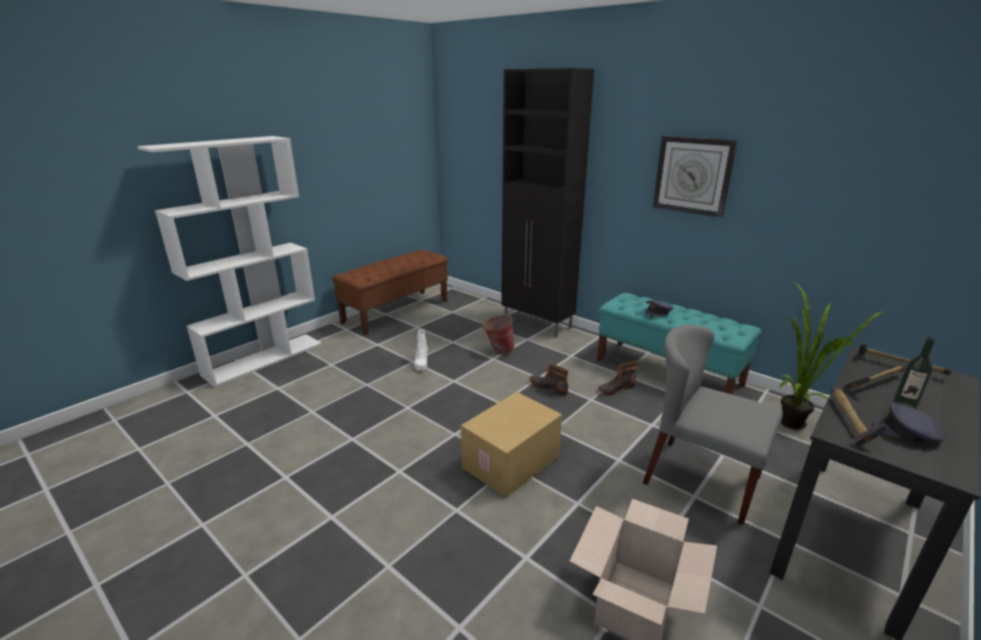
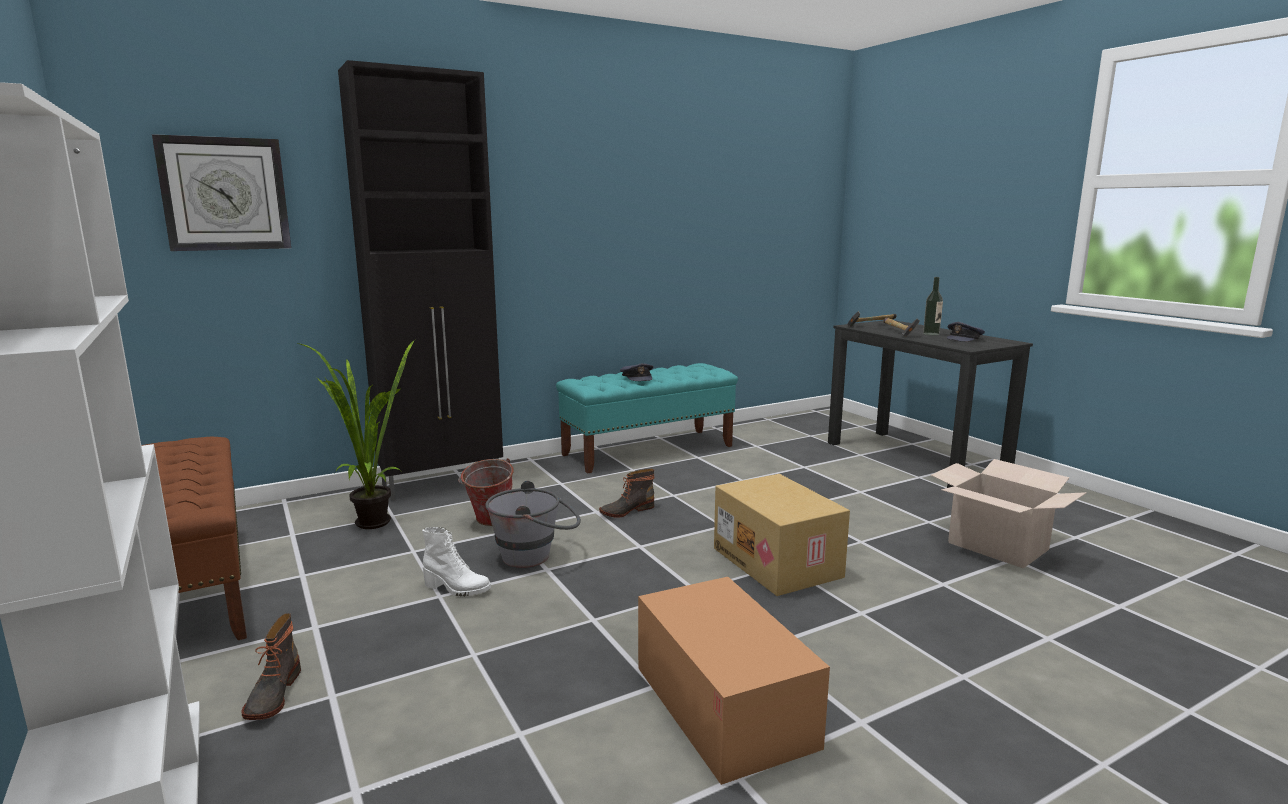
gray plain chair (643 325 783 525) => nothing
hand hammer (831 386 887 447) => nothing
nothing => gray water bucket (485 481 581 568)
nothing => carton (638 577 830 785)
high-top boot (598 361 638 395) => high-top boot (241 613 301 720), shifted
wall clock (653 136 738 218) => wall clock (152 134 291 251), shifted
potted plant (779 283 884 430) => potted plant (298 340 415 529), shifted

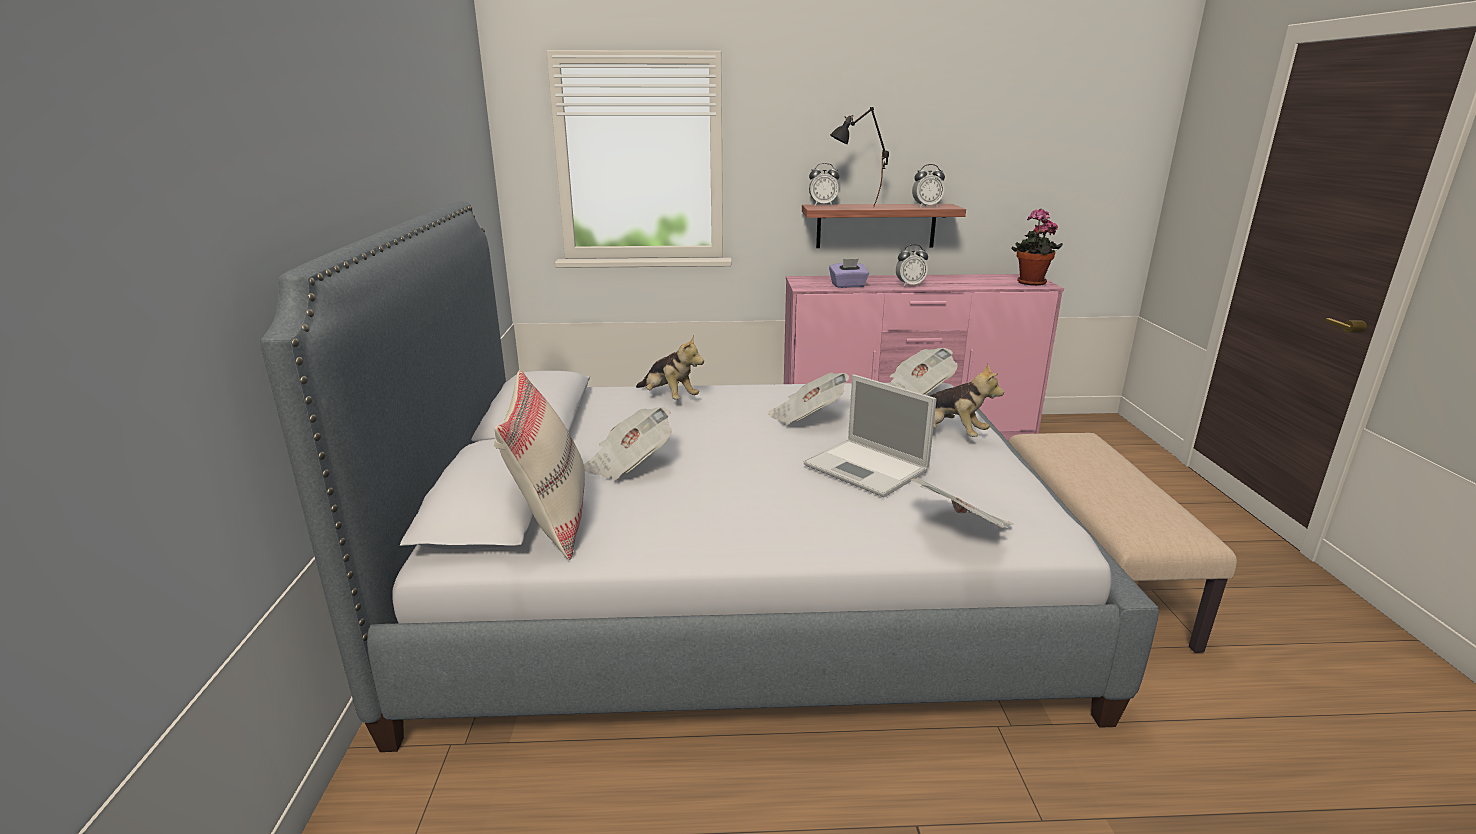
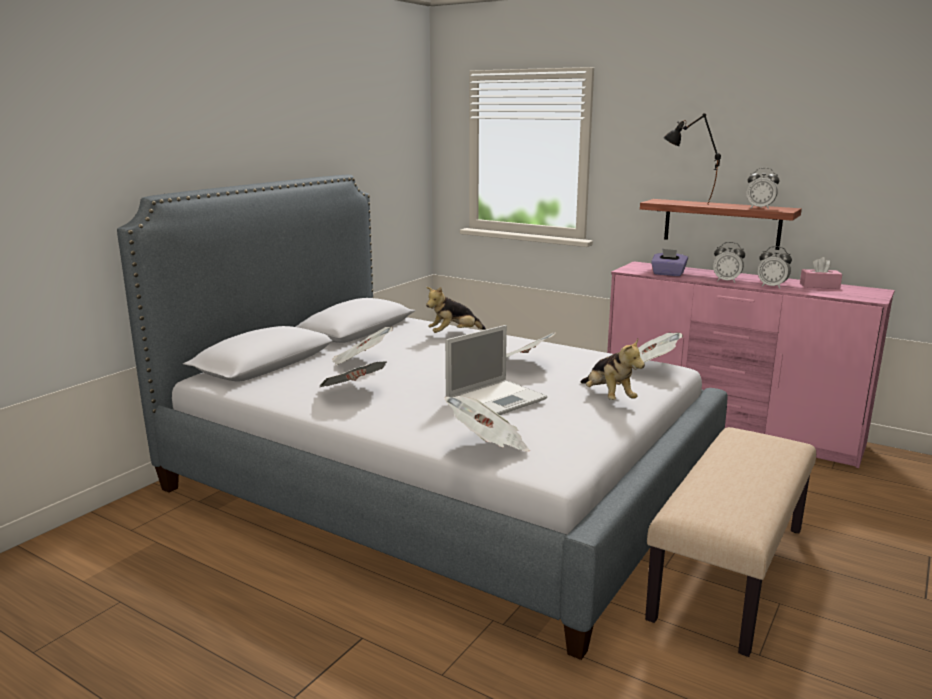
beige-coloured throw pillow (494 370 585 560) => nothing
potted plant (1012 209 1063 286) => nothing
nothing => daily paper (320 361 387 387)
nothing => pink box of tissues (800 257 842 289)
alarm clock (809 163 840 206) => alarm clock (758 246 792 289), shifted
cuddly toy (636 335 704 399) => cuddly toy (426 287 486 333), 75 degrees clockwise
notebook computer (804 374 937 497) => notebook computer (445 325 547 415), 120 degrees counterclockwise

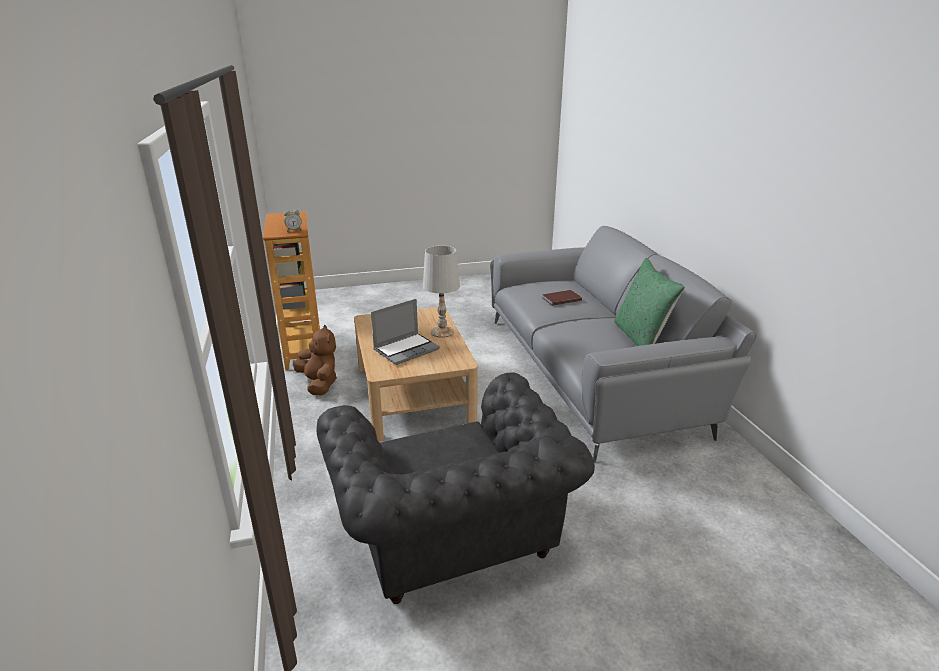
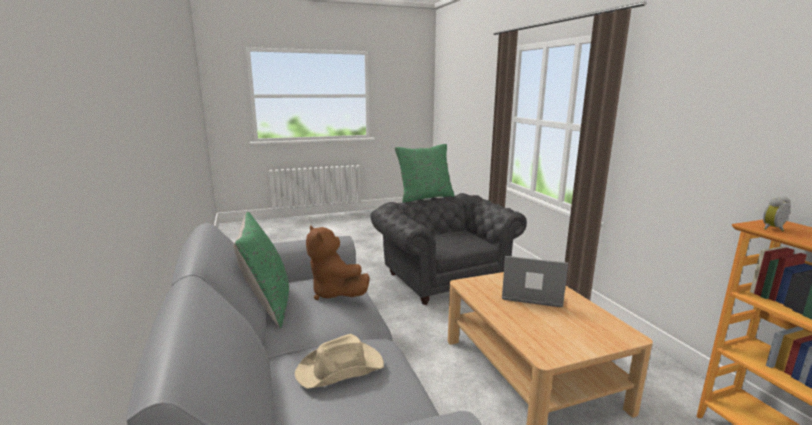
white-coloured lamp for a table (423 246 460 338) => nothing
nothing => green-coloured throw pillow (395 144 455 203)
brownish cuddly toy (293 325 337 396) => brownish cuddly toy (306 225 370 300), shifted
brownish bound book (542 290 582 306) => beige-coloured wearable hat (295 334 384 389)
notebook computer (371 299 440 365) => notebook computer (502 256 568 307), 60 degrees clockwise

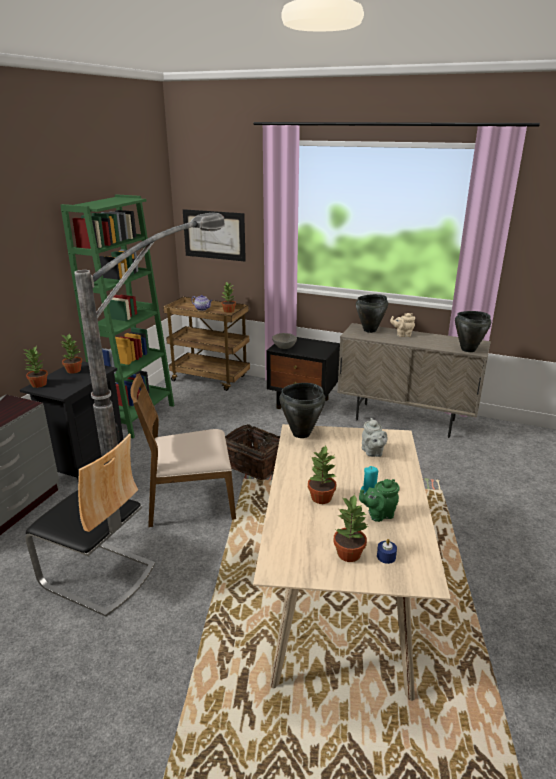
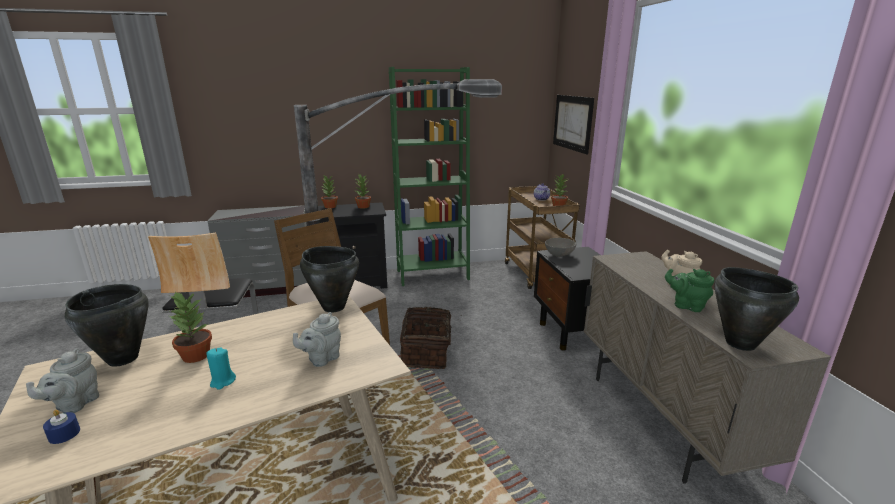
black-coloured cooking pot (356 294 388 333) => black-coloured cooking pot (65 284 149 367), shifted
green-coloured teapot (359 479 400 522) => green-coloured teapot (665 269 714 312), shifted
potted plant (334 494 368 562) => gray teapot (26 348 99 413)

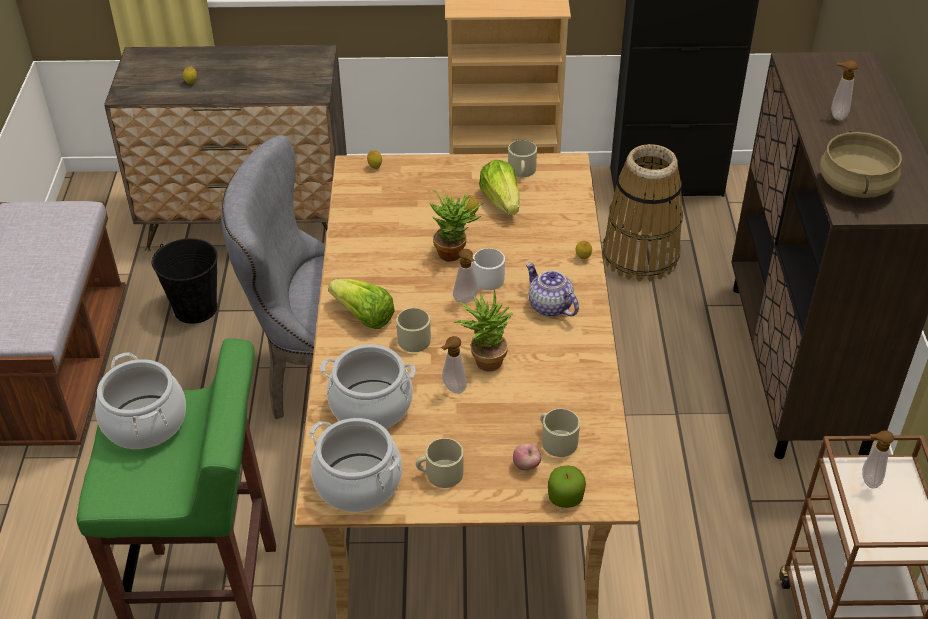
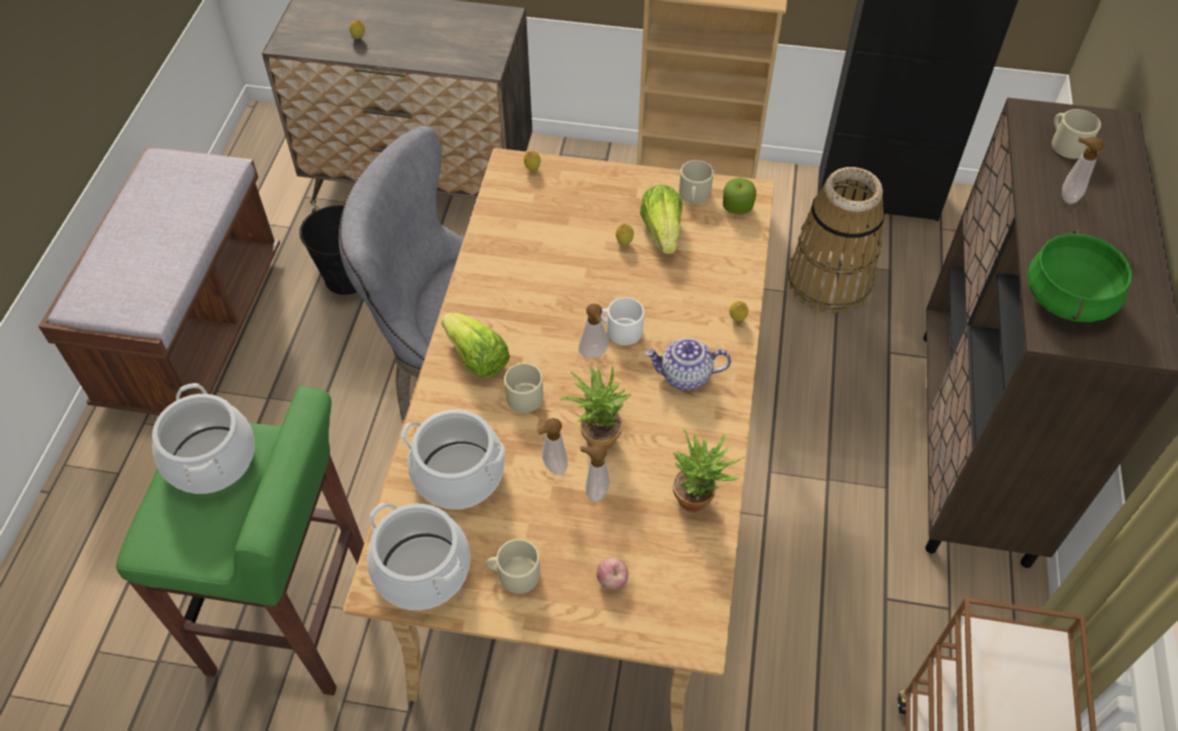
potted plant (429 189 484 262) => potted plant (673 428 745 512), shifted
beige-coloured mug (541 408 580 457) => beige-coloured mug (1052 109 1101 159), shifted
whole apple (548 466 586 508) => whole apple (723 178 756 214), shifted
soap bottle (862 430 894 489) => soap bottle (580 445 609 502), shifted
beige-coloured cooking pot (820 130 902 198) => green-coloured cooking pot (1027 230 1132 322)
teapot (526 263 579 317) => teapot (645 338 731 390), 60 degrees counterclockwise

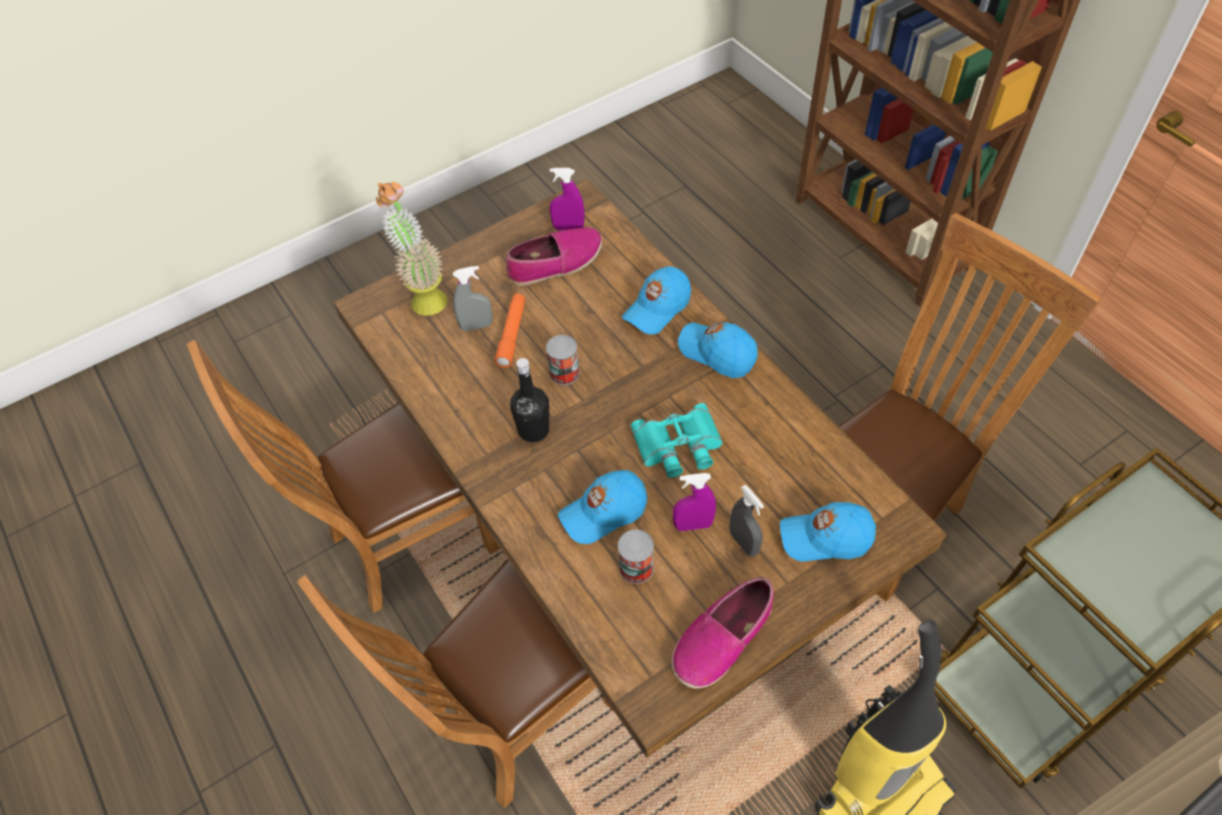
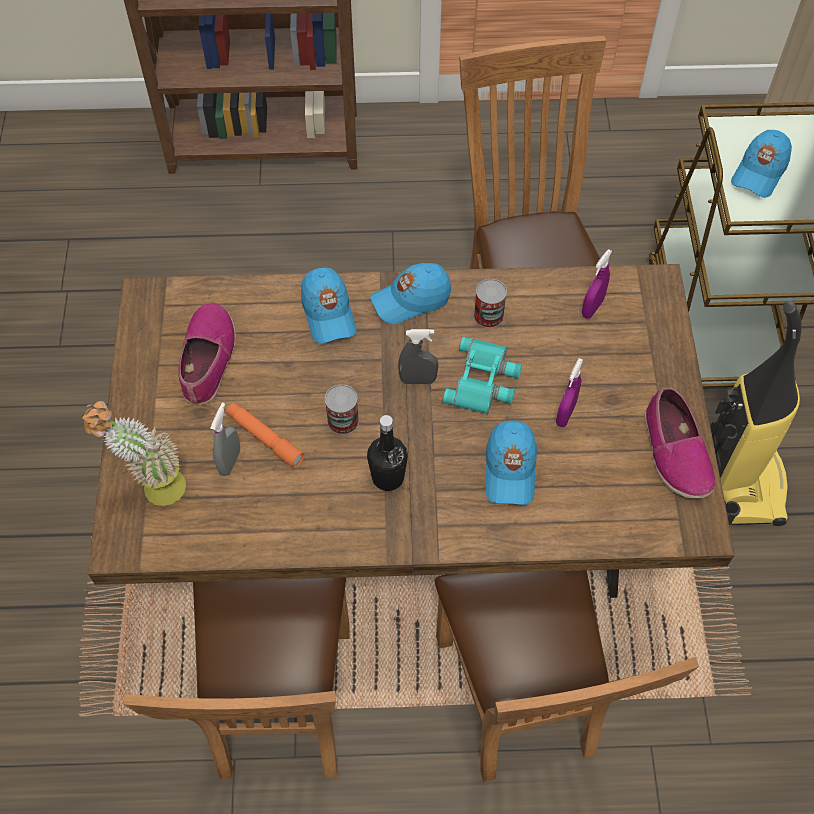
purple-coloured sprayer (550 168 585 230) => purple-coloured sprayer (582 249 612 319), shifted
can (618 530 654 584) => can (474 279 507 328), shifted
gray sprayer (730 485 764 557) => gray sprayer (398 329 438 384), shifted
bluish baseball cap (780 502 876 562) => bluish baseball cap (731 130 792 198), shifted

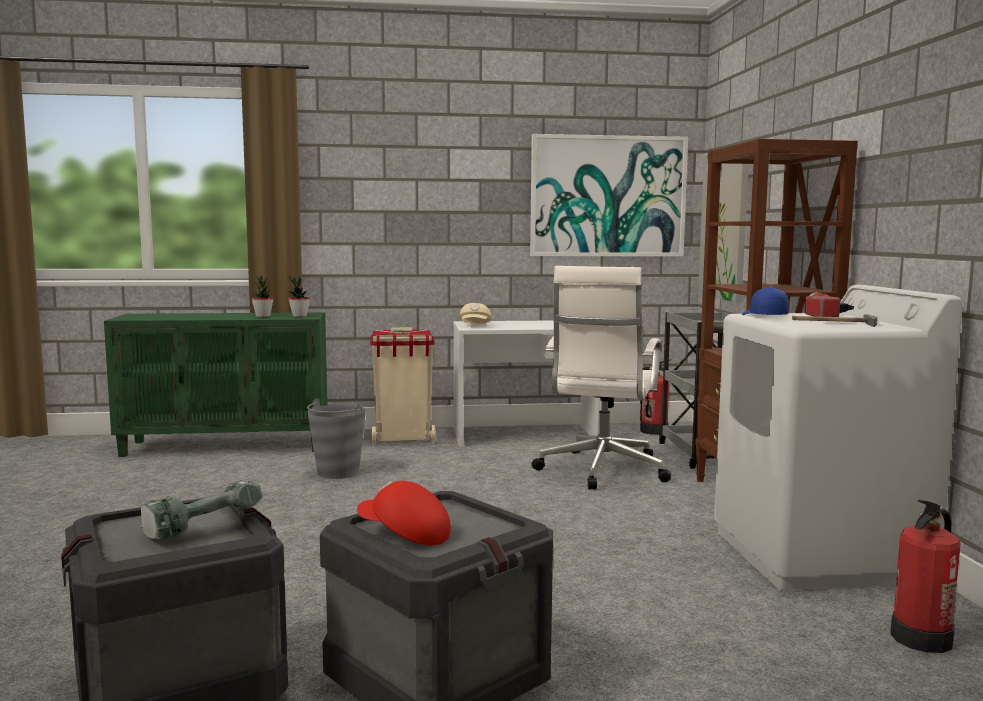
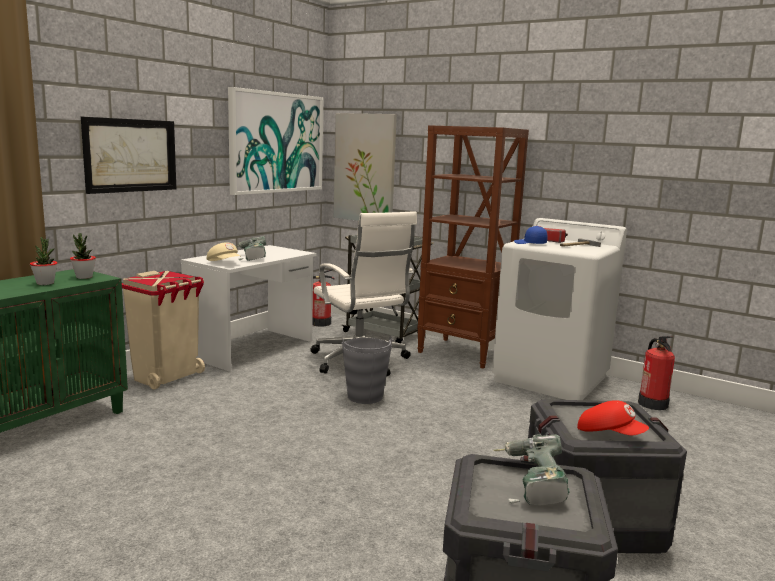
nothing => wall art (81 117 176 194)
nothing => power drill (236 236 266 261)
gray water bucket (307 398 366 479) => gray water bucket (341 336 394 404), shifted
reddish baseball cap (357 481 451 545) => reddish baseball cap (577 400 649 435), 120 degrees counterclockwise

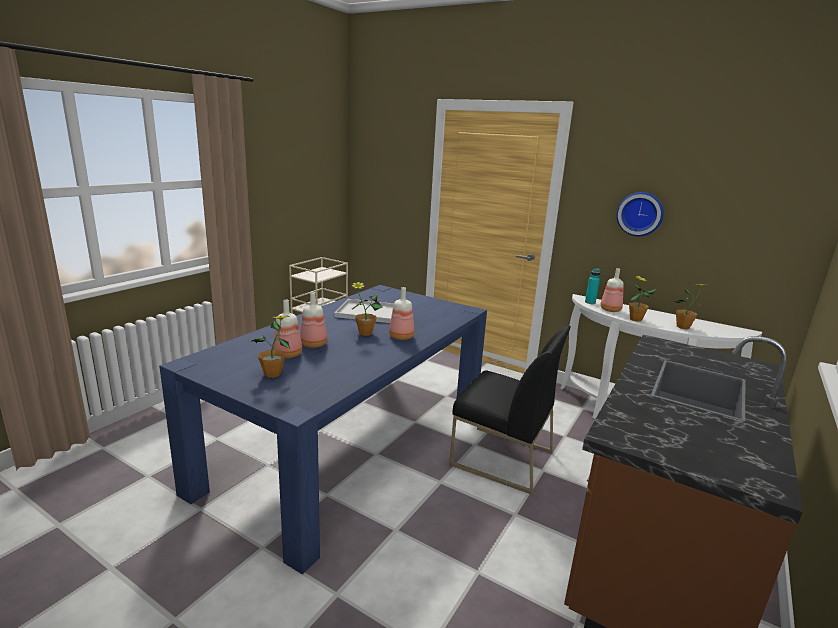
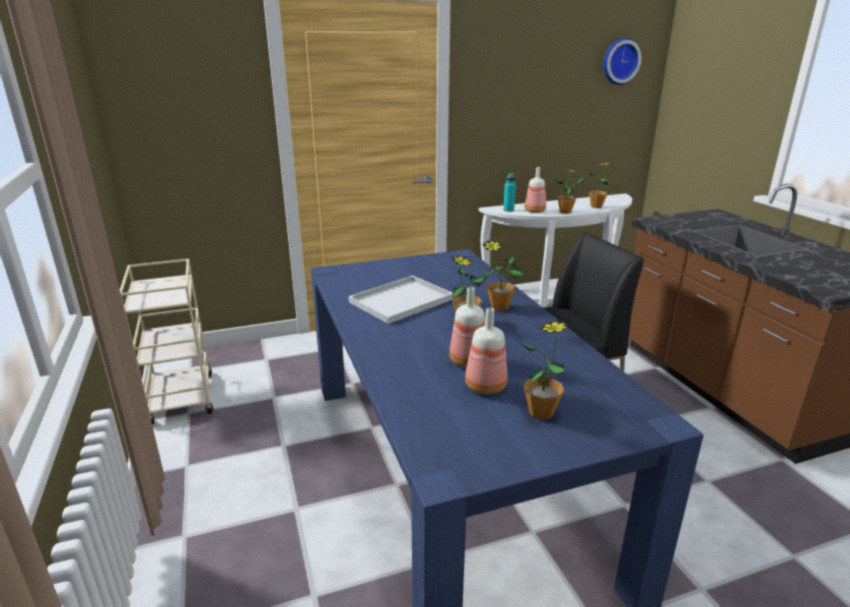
wall clock (616 192 664 236) => wall clock (603 38 642 85), shifted
bottle (389 287 414 340) => potted plant (482 241 524 311)

